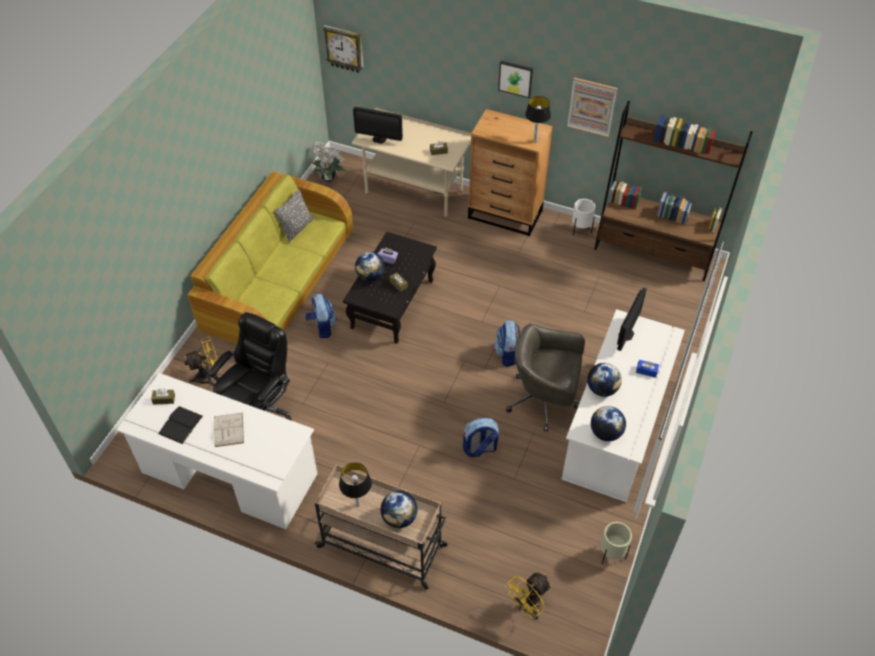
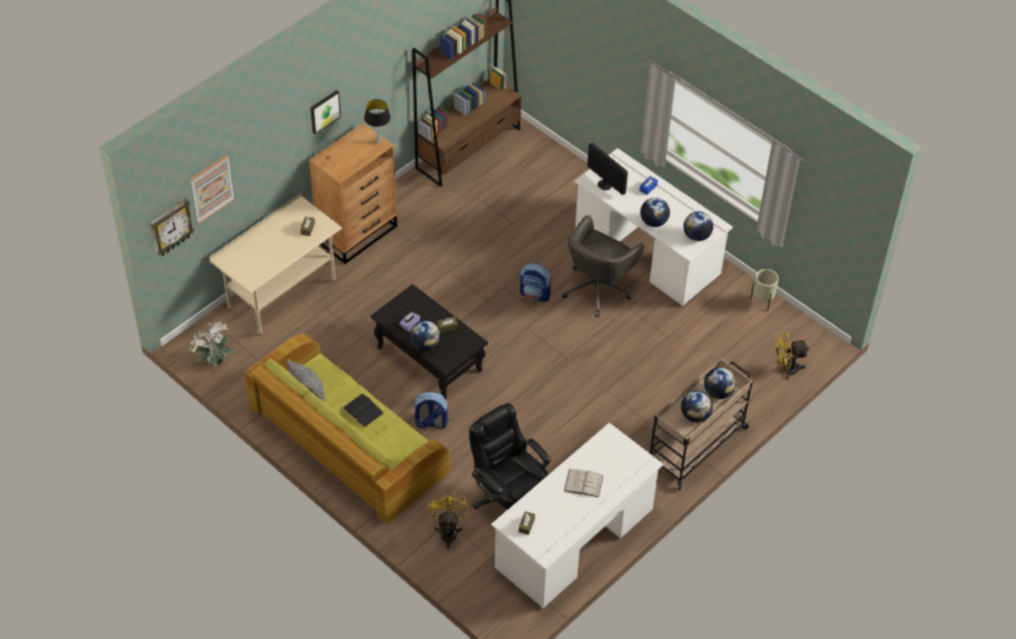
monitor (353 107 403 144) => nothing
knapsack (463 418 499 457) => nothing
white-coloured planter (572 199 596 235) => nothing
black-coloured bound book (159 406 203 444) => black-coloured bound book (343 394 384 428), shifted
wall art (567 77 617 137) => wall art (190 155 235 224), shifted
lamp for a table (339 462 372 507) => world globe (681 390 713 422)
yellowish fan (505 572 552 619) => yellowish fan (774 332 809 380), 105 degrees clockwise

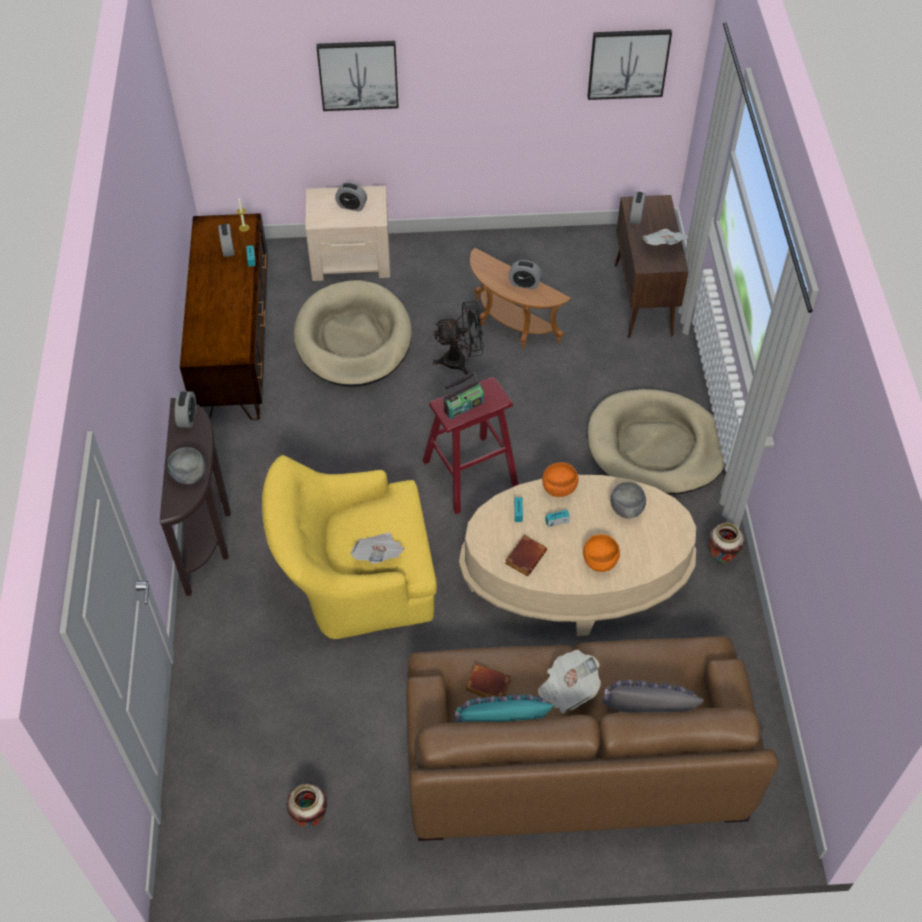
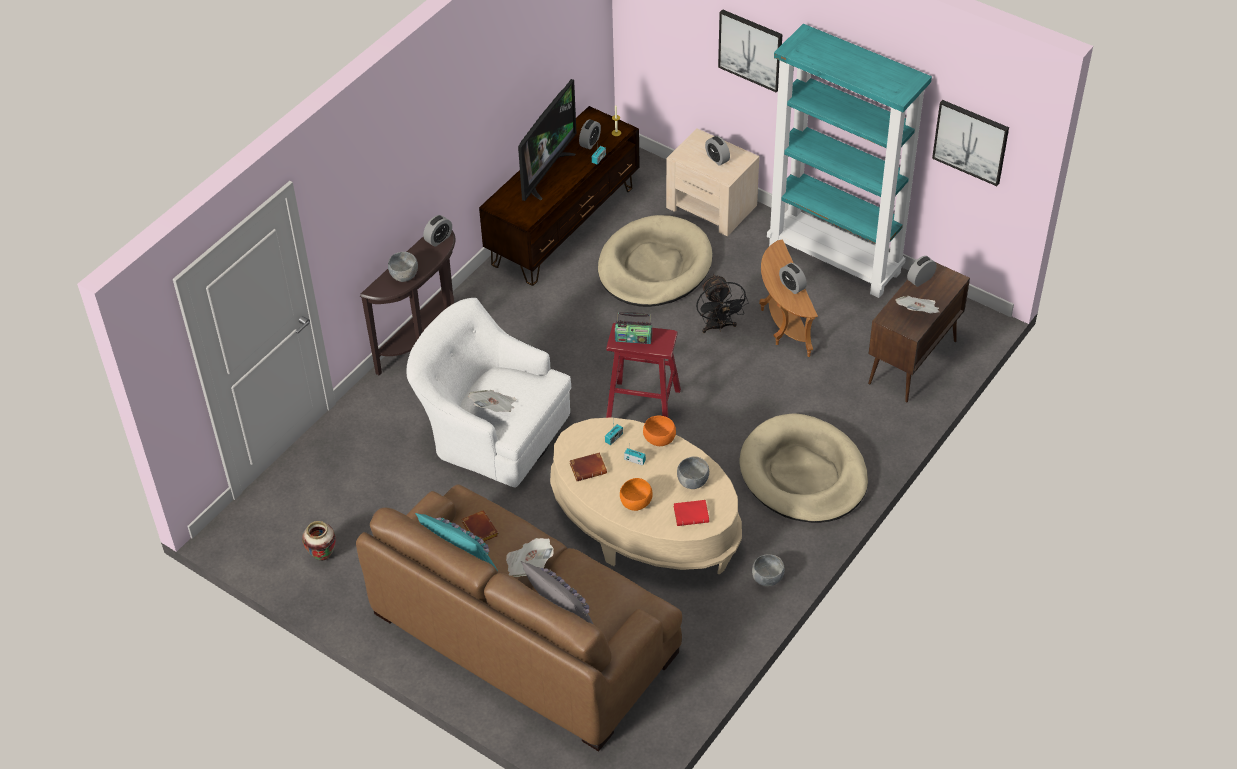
nothing => TV (518 79 577 201)
nothing => reddish bound book (674 500 709 526)
nothing => turquoise-coloured shelving unit (767 24 932 298)
vase (708 522 744 564) => gray deep dish (752 554 785 586)
yellowish easy chair (262 455 437 639) => white-coloured easy chair (406 298 571 488)
black-coloured fan (433 301 484 375) => black-coloured fan (696 274 749 333), 45 degrees clockwise

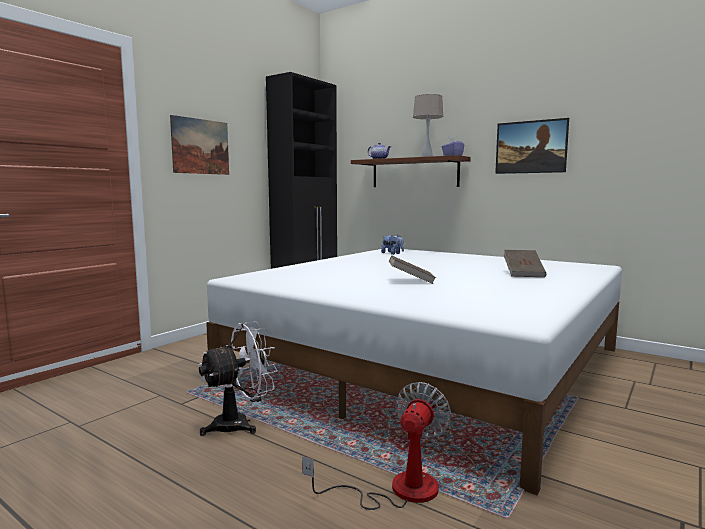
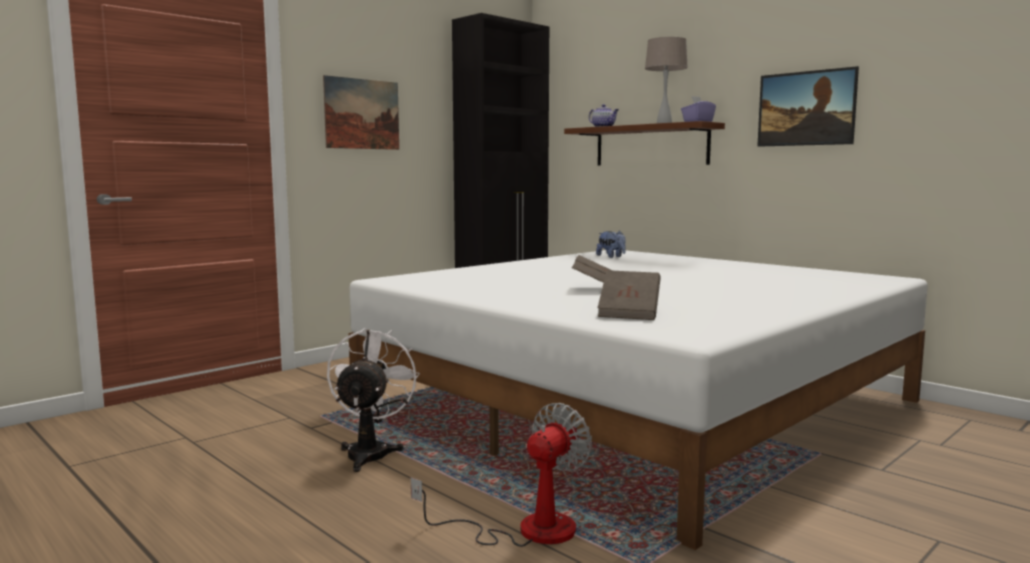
brownish bound book (504 250 546 277) => brownish bound book (598 270 661 320), shifted
white-coloured fan (199 321 278 436) => white-coloured fan (327 328 420 472), 60 degrees counterclockwise

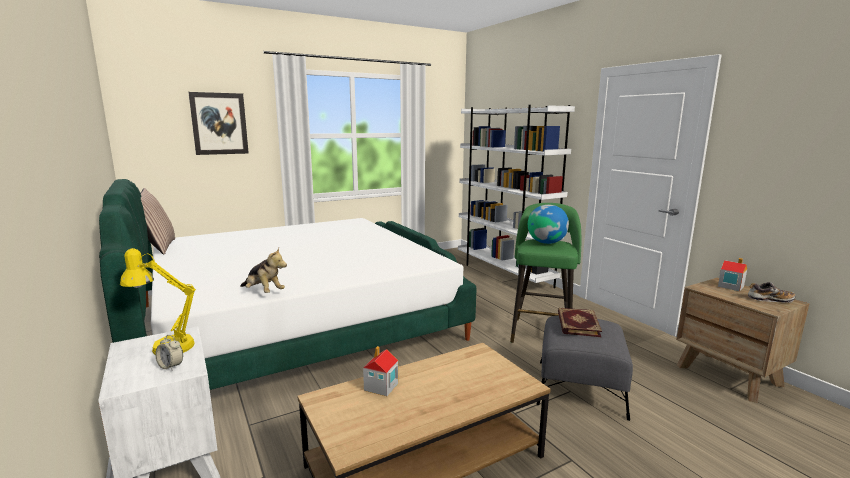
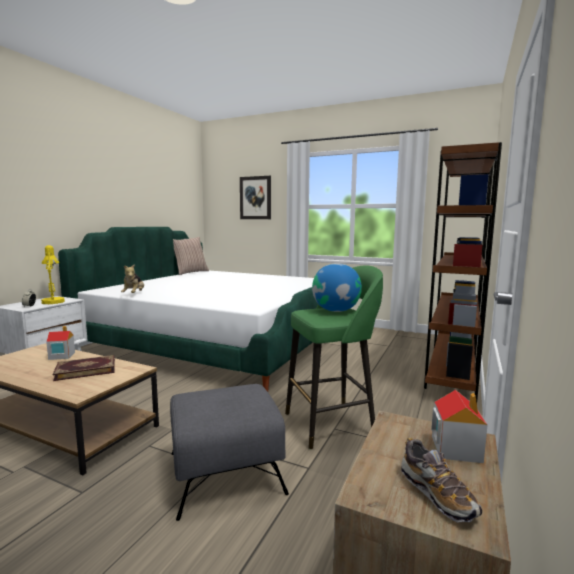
bound book (558 308 602 337) => bound book (53 355 115 381), shifted
white-coloured shelving unit (458 105 575 288) => brownish shelving unit (424 142 502 402)

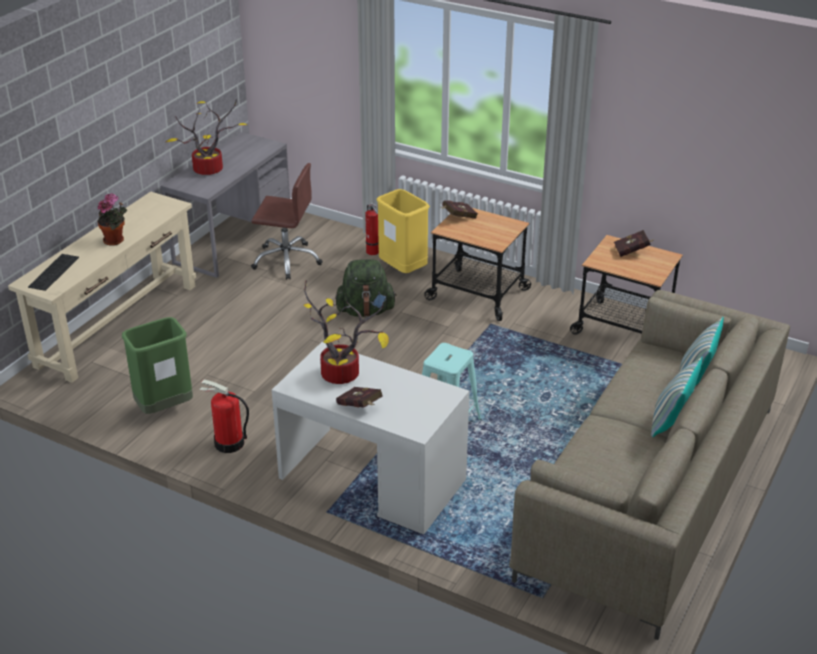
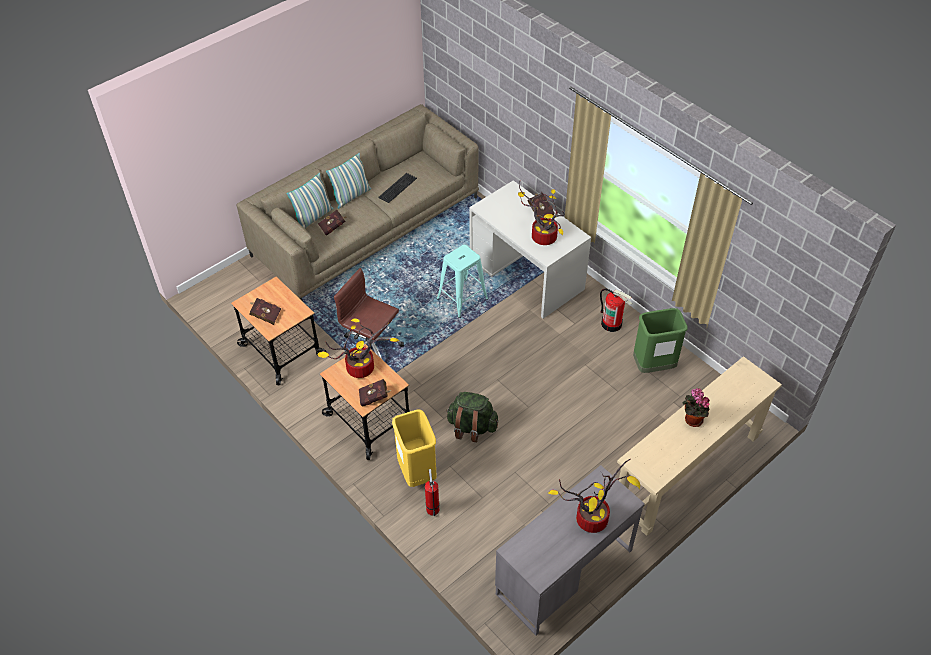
nothing => reddish bound book (318 210 347 236)
nothing => potted plant (318 318 399 378)
computer keyboard (28 254 79 291) => computer keyboard (378 173 417 203), shifted
brownish office chair (251 163 323 280) => brownish office chair (334 268 404 359), shifted

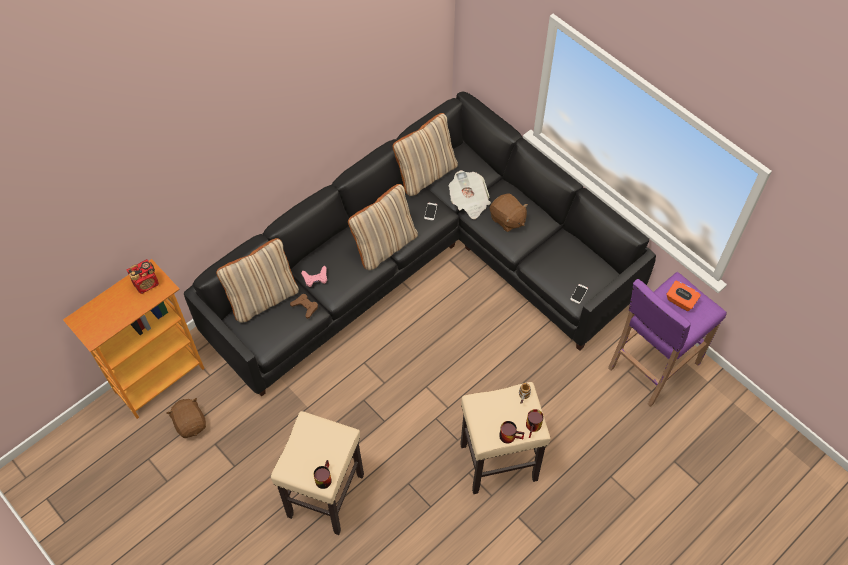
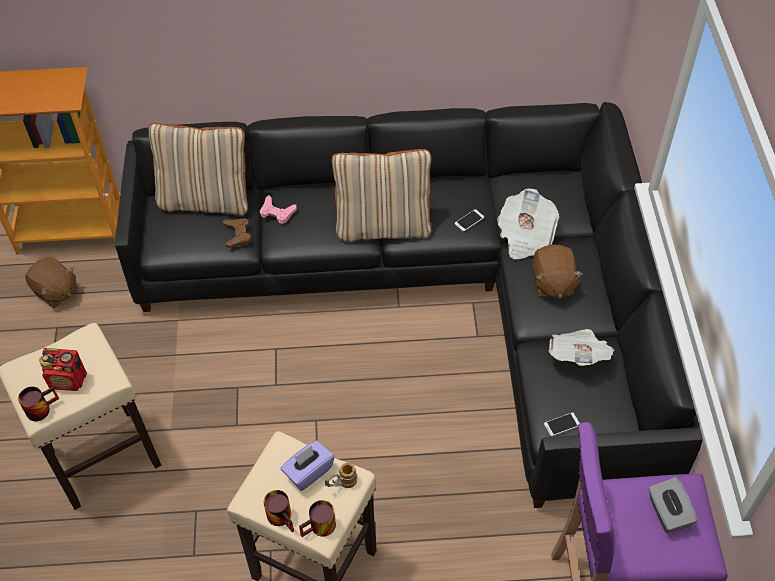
beige-coloured throw pillow (393 113 458 196) => nothing
nothing => purple-coloured box of tissues (281 440 335 491)
nothing => daily paper (549 329 614 366)
radio set (127 259 159 294) => radio set (39 348 87 391), shifted
orangey box of tissues (666 281 701 311) => gray box of tissues (648 477 697 533)
brownish cuddly toy (166 398 206 438) => brownish cuddly toy (25 257 78 308), 120 degrees clockwise

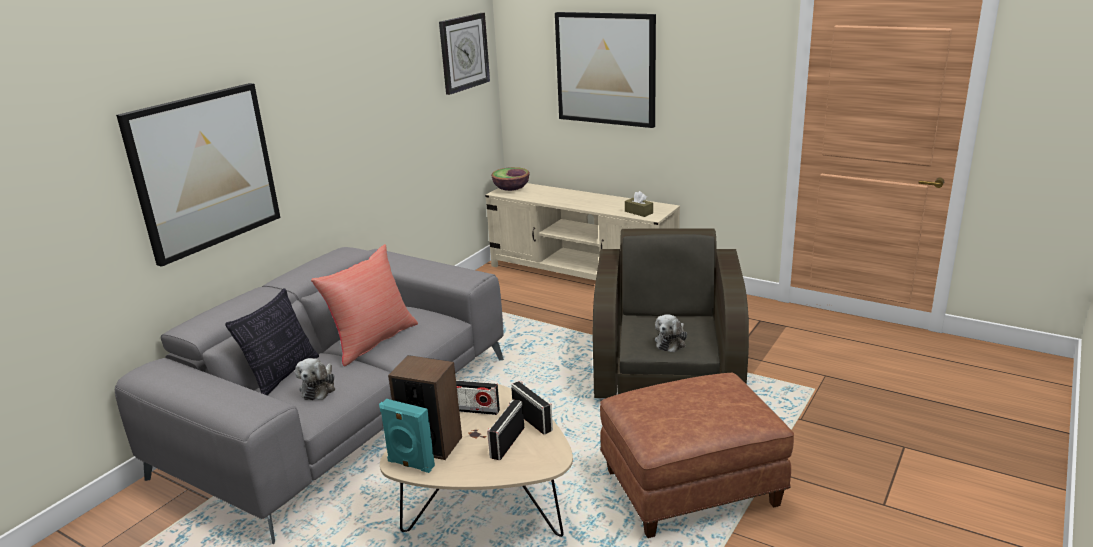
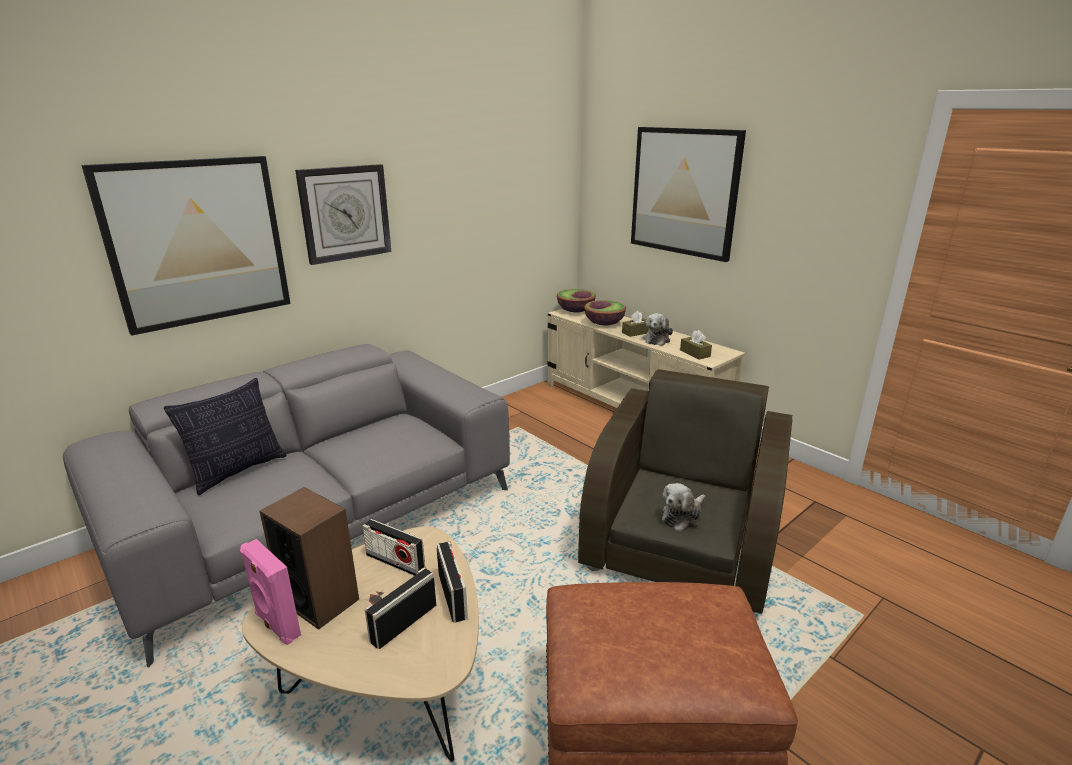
reddish throw pillow (311 244 418 366) => nothing
nothing => deep dish (584 300 626 325)
nothing => brownish box of tissues (622 311 649 337)
cuddly toy (295 358 335 400) => cuddly toy (643 313 673 346), shifted
wall clock (439 13 490 95) => wall clock (295 164 391 265), shifted
turquoise-coloured loudspeaker (379 399 435 473) => pink loudspeaker (240 539 301 645)

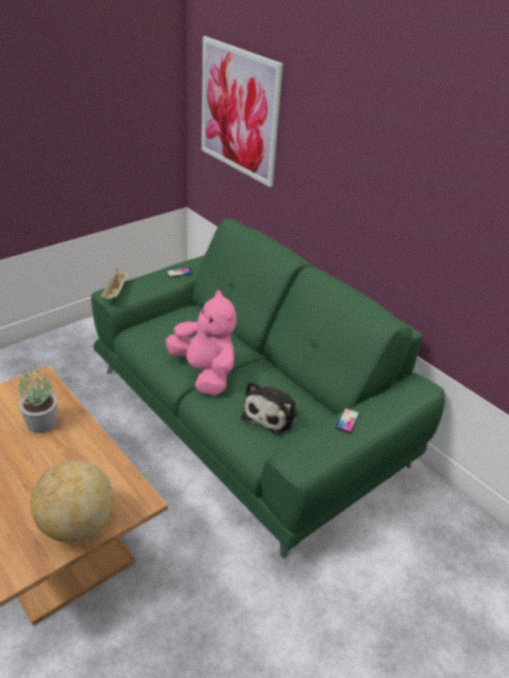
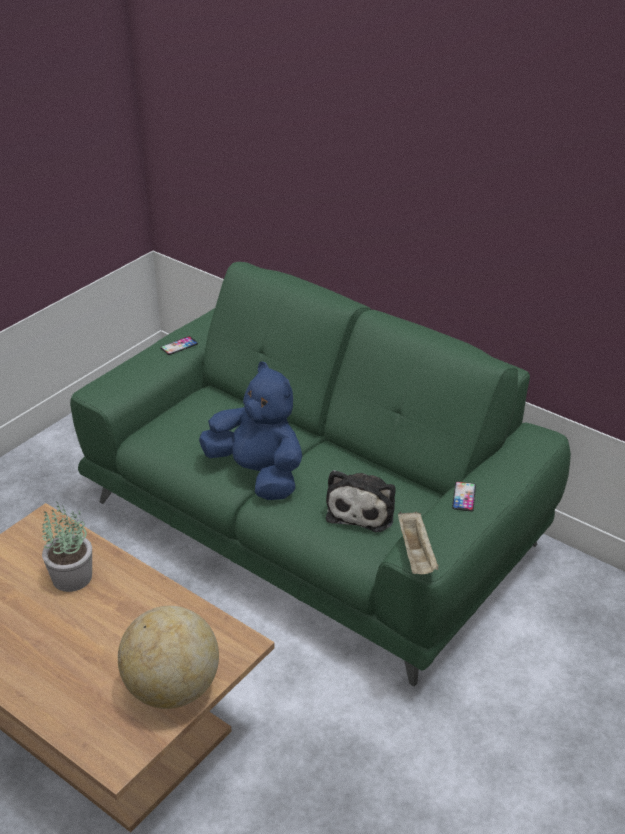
wall art (202 36 283 187) => nothing
beige-coloured tray (101 269 129 299) => beige-coloured tray (398 512 439 574), shifted
pink cuddly toy (165 290 236 395) => bluish cuddly toy (199 361 302 500)

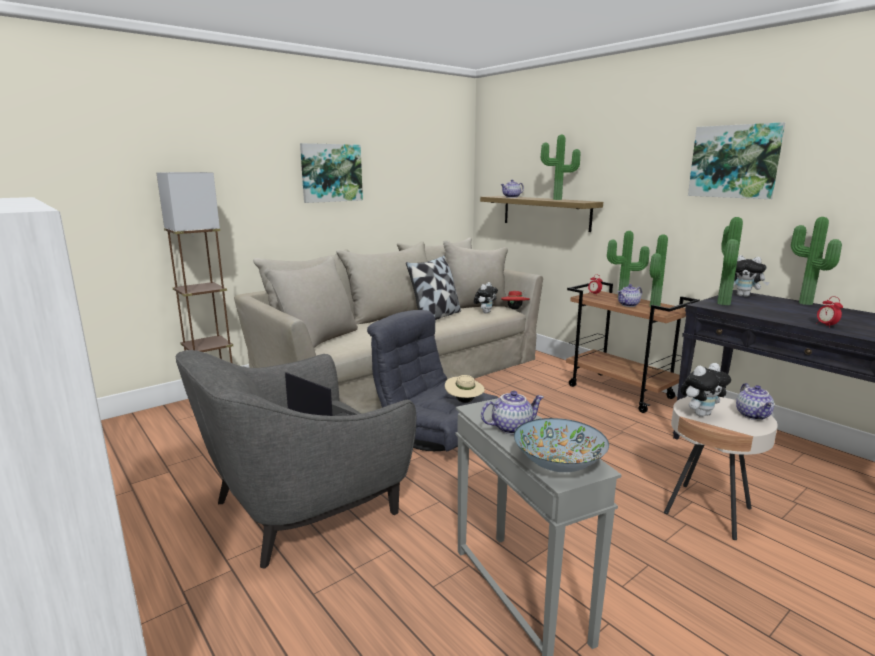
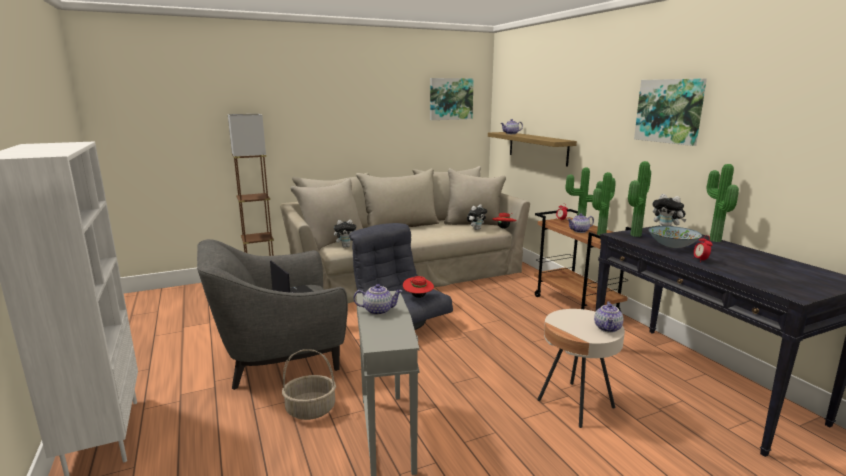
throw pillow (406 255 461 320) => nothing
potted plant (541 135 580 200) => nothing
nothing => storage basket (282 349 336 420)
wall art (300 143 363 203) => wall art (430 78 474 120), shifted
deep dish (514 418 609 472) => deep dish (649 226 702 248), shifted
cuddly toy (680 363 731 417) => cuddly toy (334 220 356 247), shifted
beige-coloured wearable hat (445 375 485 403) => reddish wearable hat (403 276 434 298)

